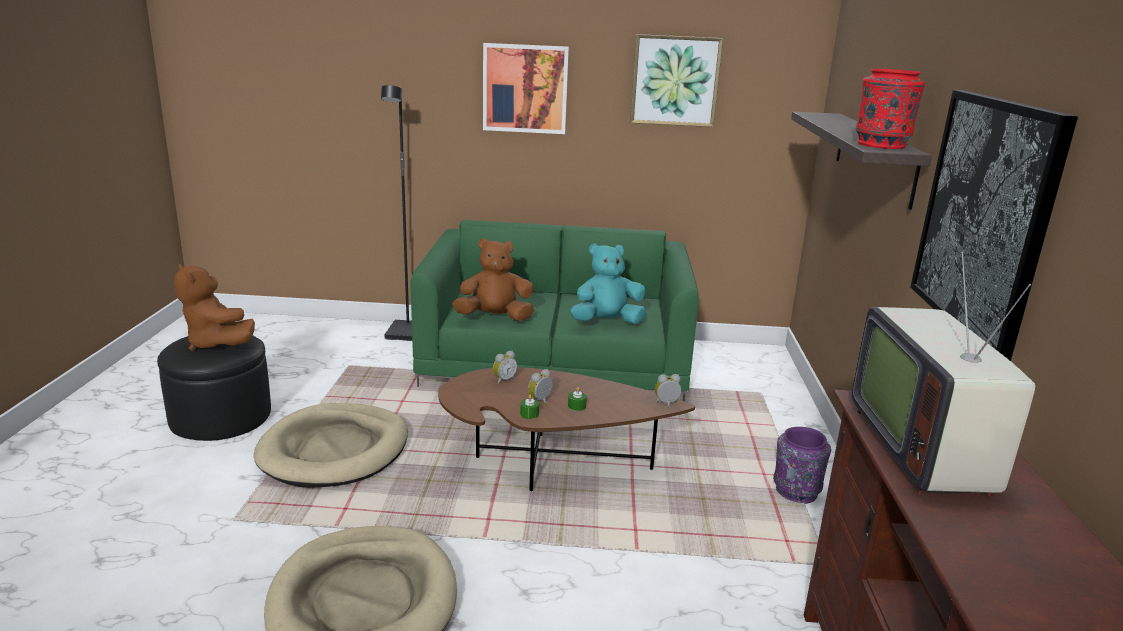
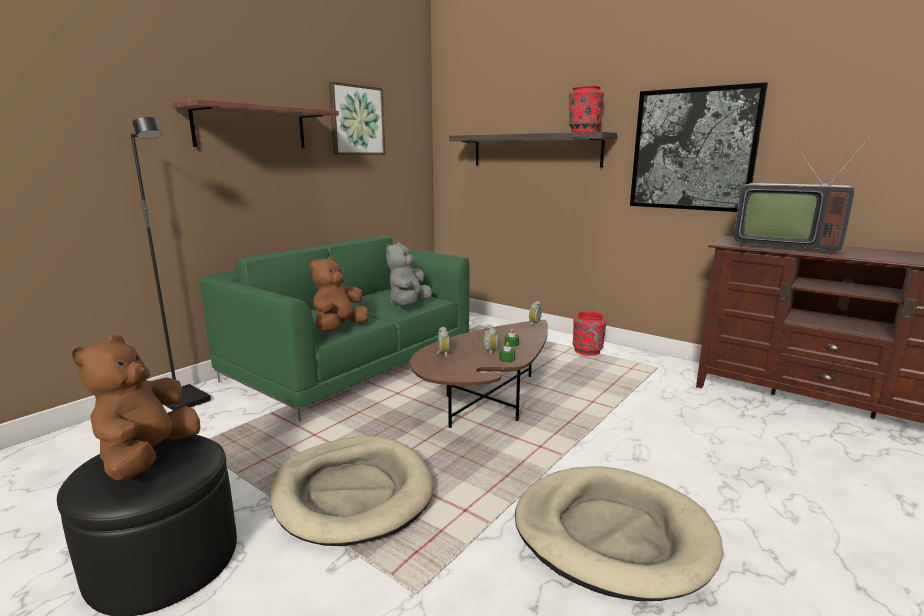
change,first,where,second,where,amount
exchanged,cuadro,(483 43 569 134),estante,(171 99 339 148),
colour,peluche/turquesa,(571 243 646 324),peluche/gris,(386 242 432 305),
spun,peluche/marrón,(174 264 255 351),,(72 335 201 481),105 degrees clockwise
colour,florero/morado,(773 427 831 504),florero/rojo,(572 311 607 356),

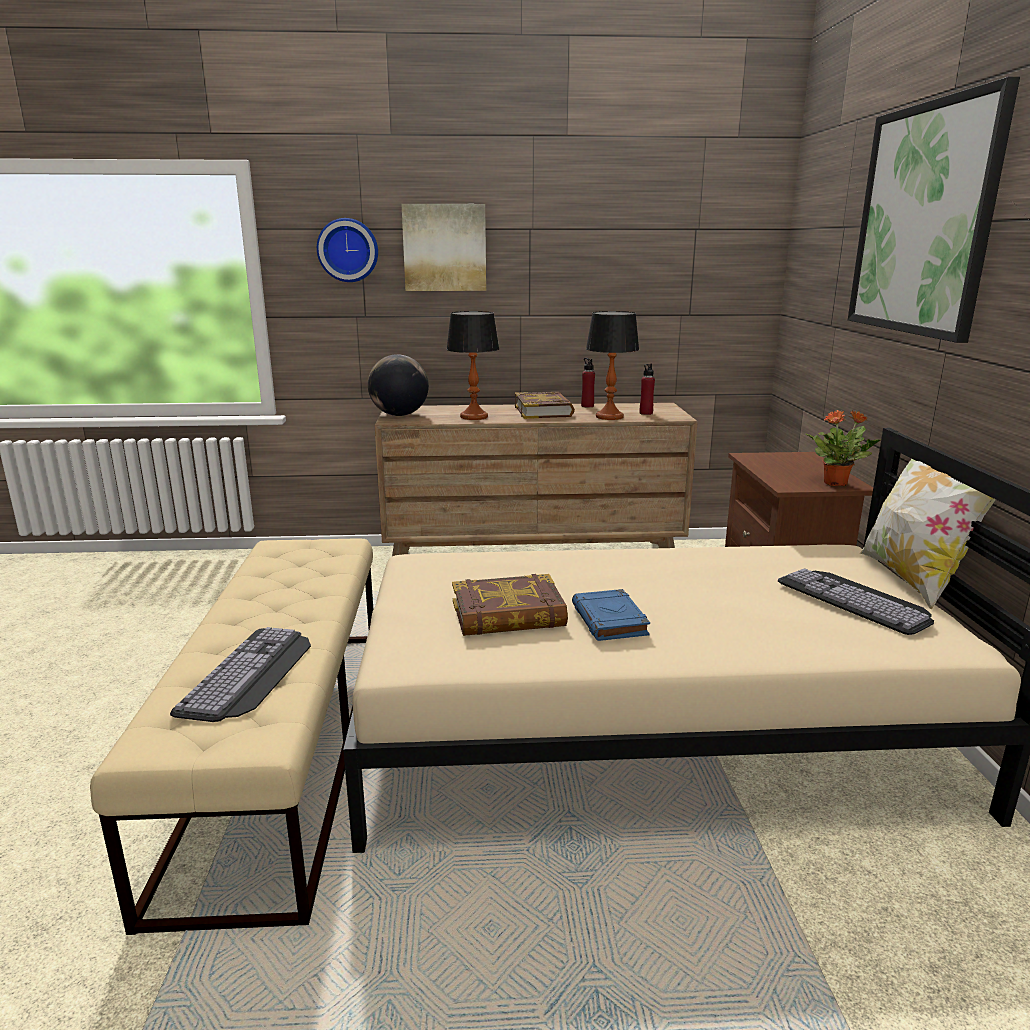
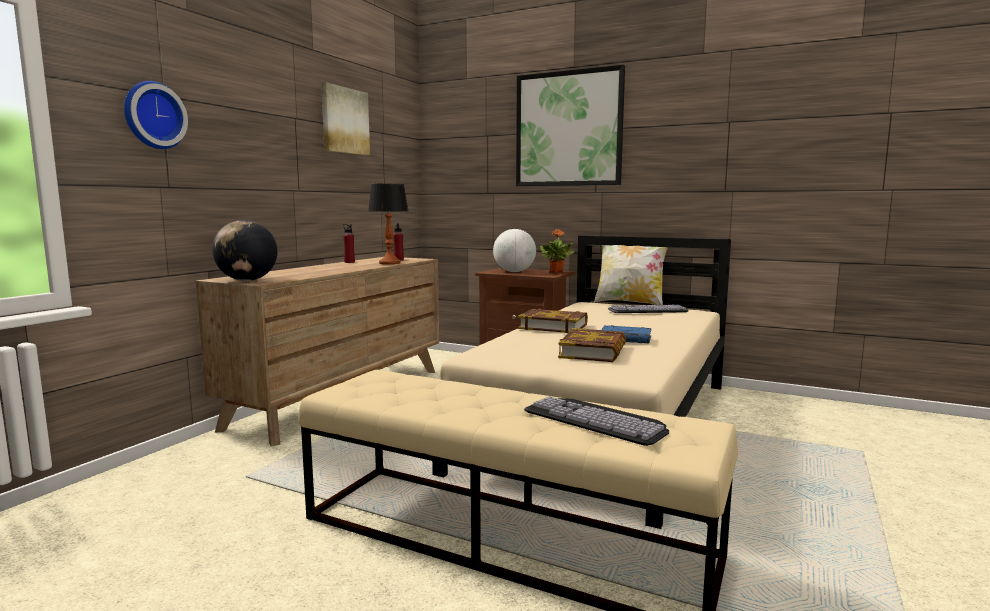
change,first,where,second,where,amount
relocated,cuadro,(401 204 486 291),,(321 82 370 155),
missing,lámpara de mesa,(446 311 499 420),,,
relocated,libro,(515 392 575 419),,(518 309 588 333),
appeared,,,globo terráqueo,(493 229 536 272),

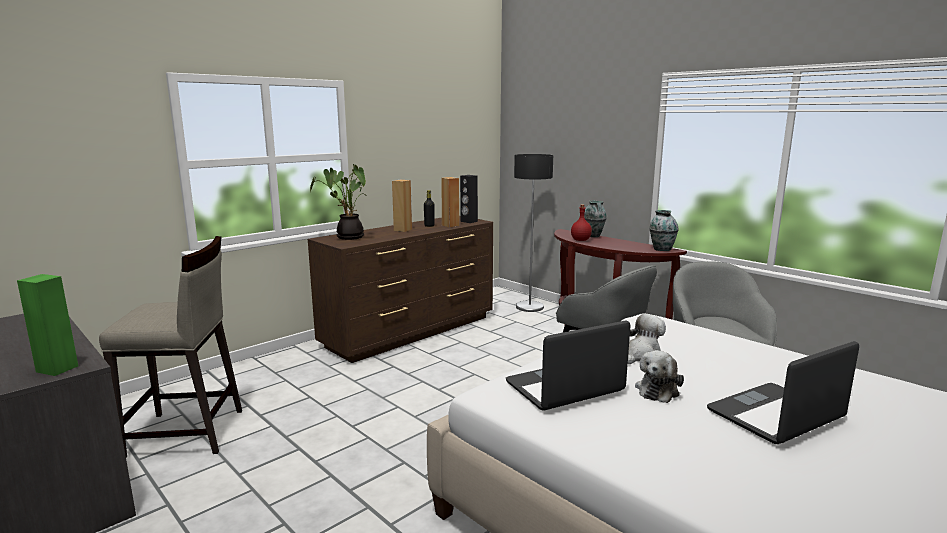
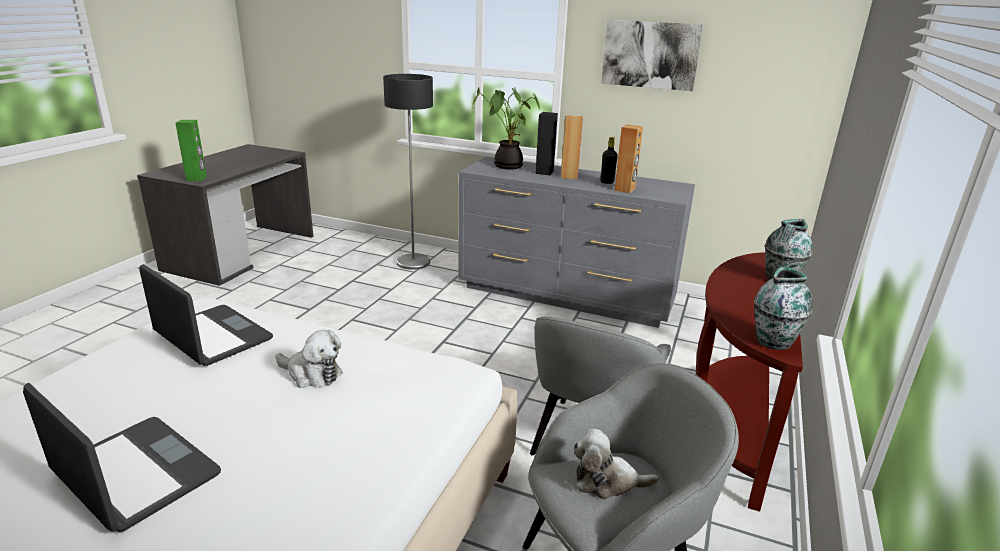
change,first,where,second,where,amount
relocated,lámpara de pie,(514 154 553 312),,(383 74 433 270),
relocated,altavoz/negro,(460 175 478 223),,(536 112 558 175),
missing,botella/rojo,(571 204 592 241),,,
colour,cómoda/marrón,(308 216 493 363),cómoda/gris,(458 157 695 328),
missing,taburete/beis,(99 236 242 458),,,
relocated,peluche,(635 350 684 403),,(573 429 659 500),
appeared,,,cuadro,(601 20 703 91),

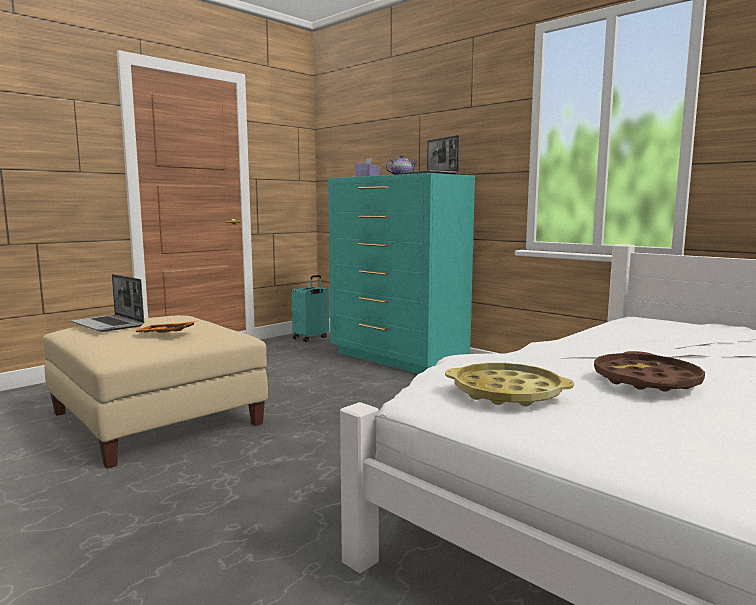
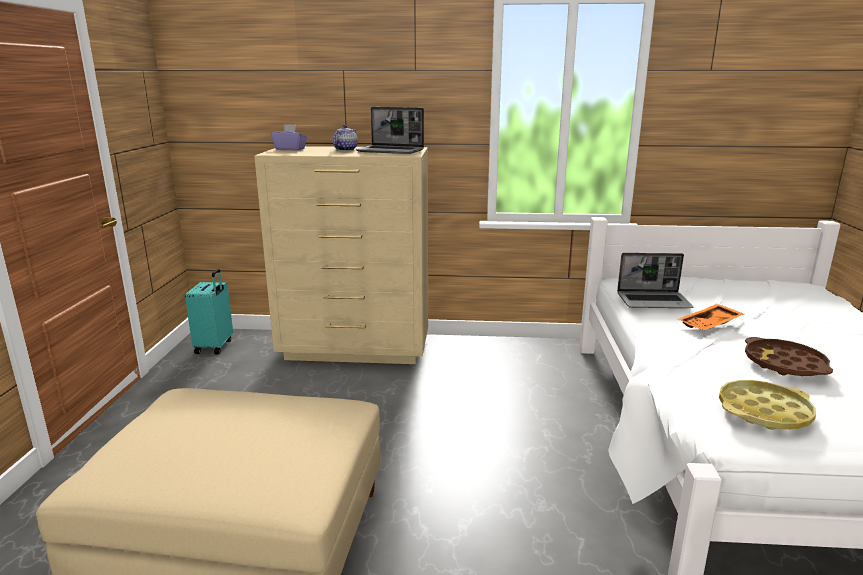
change,first,where,second,where,amount
colour,cómoda/turquesa,(328 173 475 374),cómoda/beis,(254 146 428 364),
relocated,portátil,(71 274 144 332),,(617 253 694 308),
relocated,bandeja/naranja,(132 321 197 333),,(678 304 744 330),

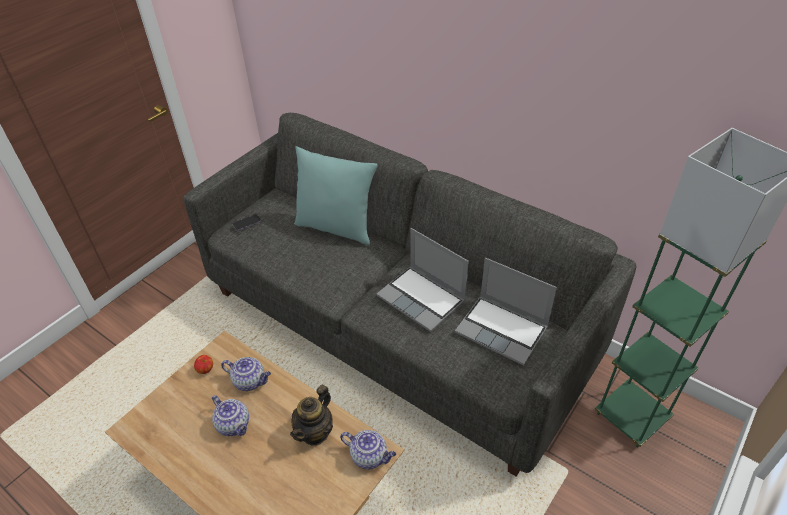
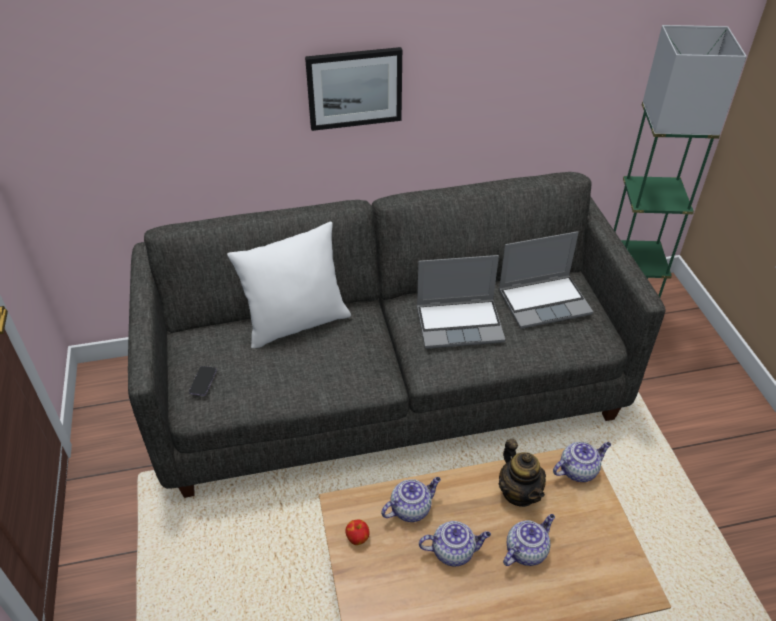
change,first,where,second,where,amount
colour,cojín/turquesa,(294 146 378 245),cojín/blanco,(227 222 351 348),
appeared,,,cuadro,(305 47 402 131),
appeared,,,tetera,(503 514 555 566),

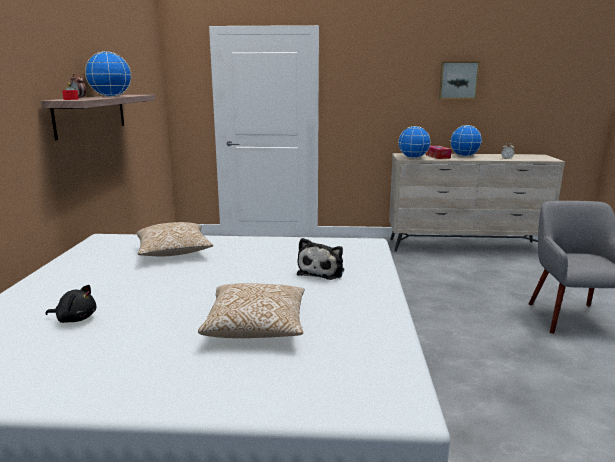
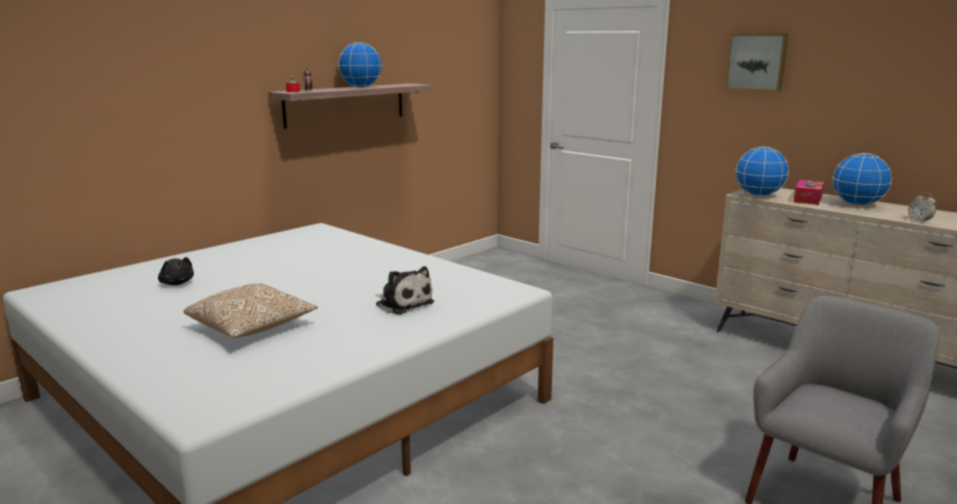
change,first,where,second,where,amount
relocated,cuadro,(439 61 480 99),,(725 33 788 92),
missing,cojín,(136 222 213 256),,,
spun,peluche,(297 238 344 280),,(376 266 434 315),105 degrees counterclockwise

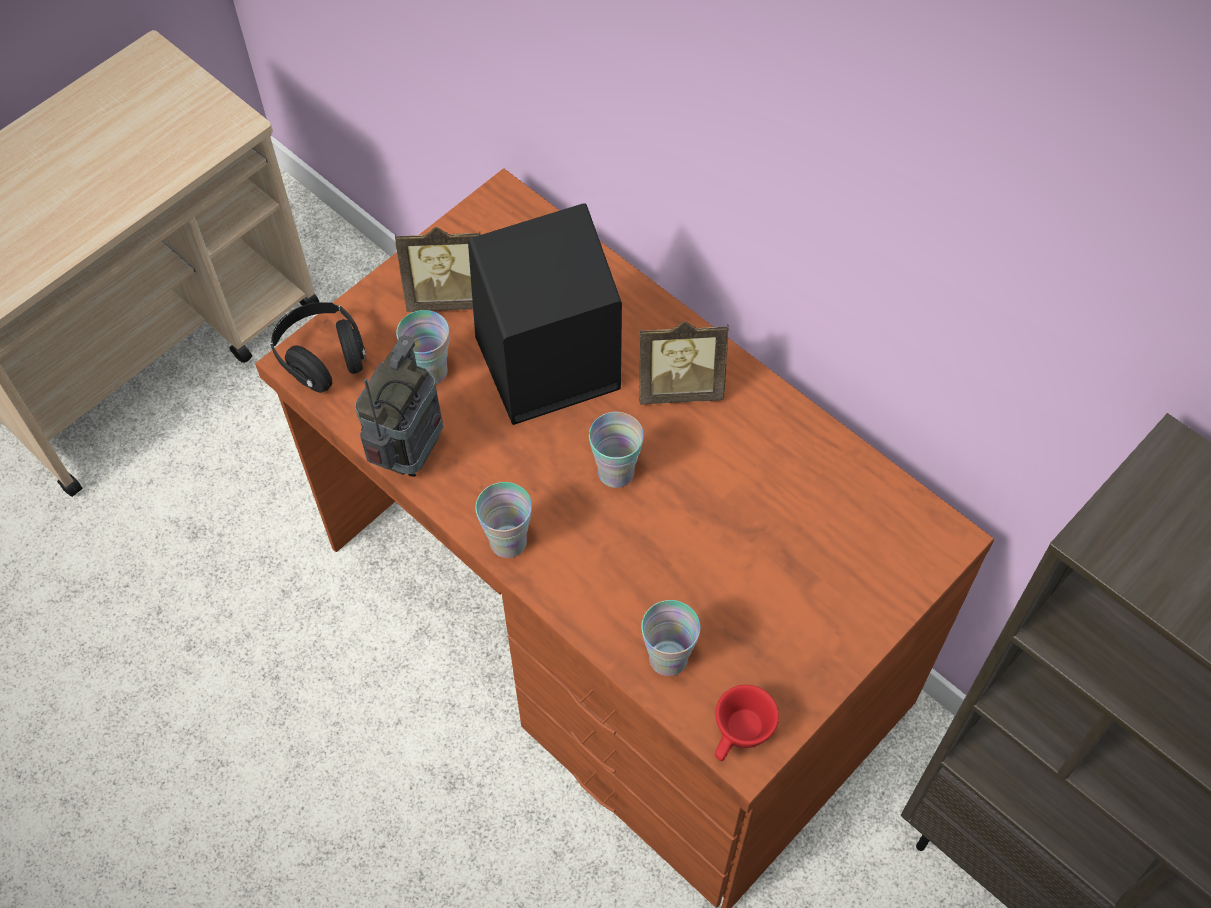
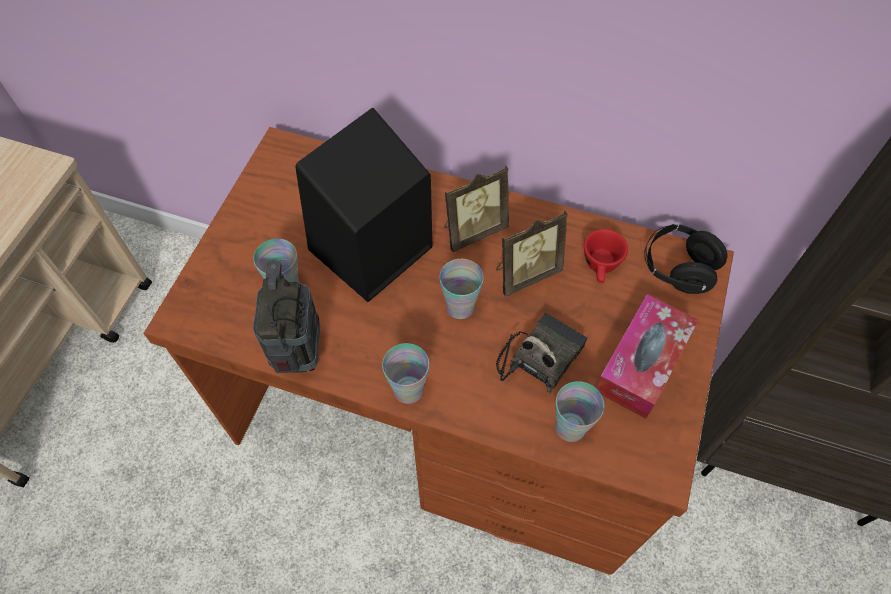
change,first,where,second,where,amount
relocated,portarretratos,(395 227 480 312),,(496 211 567 297),
relocated,auriculares/negro,(270 302 366 393),,(644 224 728 294),
relocated,taza/rojo,(715 685 779 761),,(584 229 628 283),
appeared,,,caja de pañuelos,(596 294 698 419),
appeared,,,radio,(496 313 587 393),

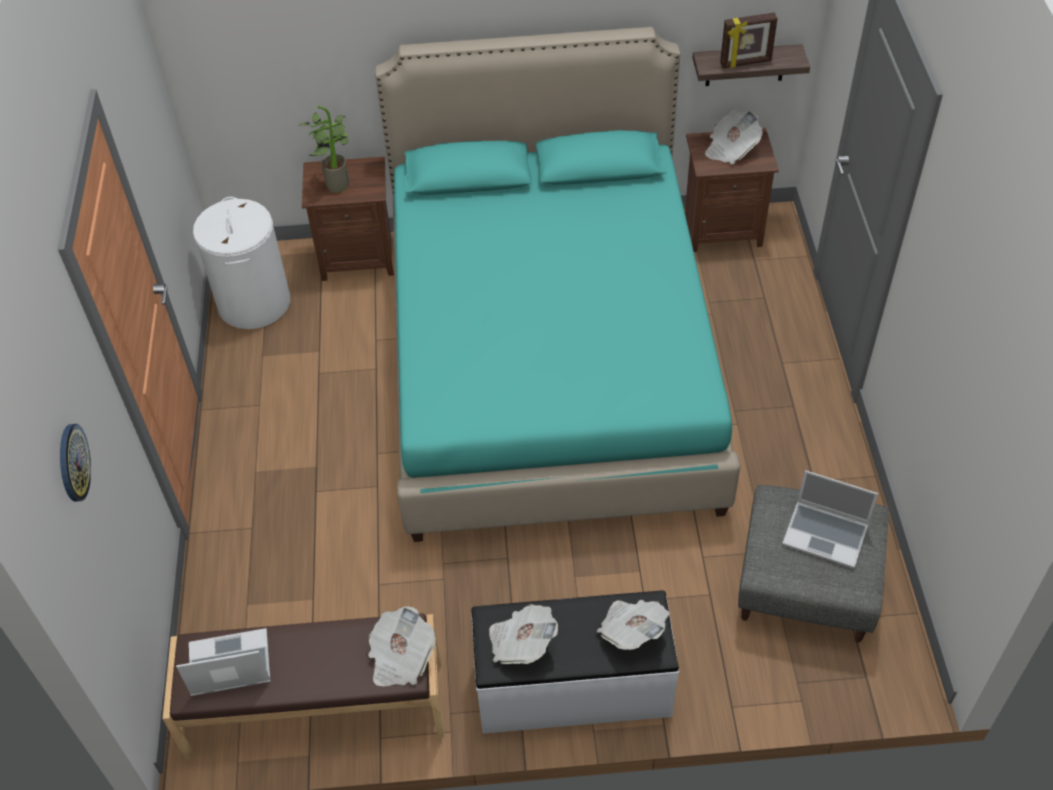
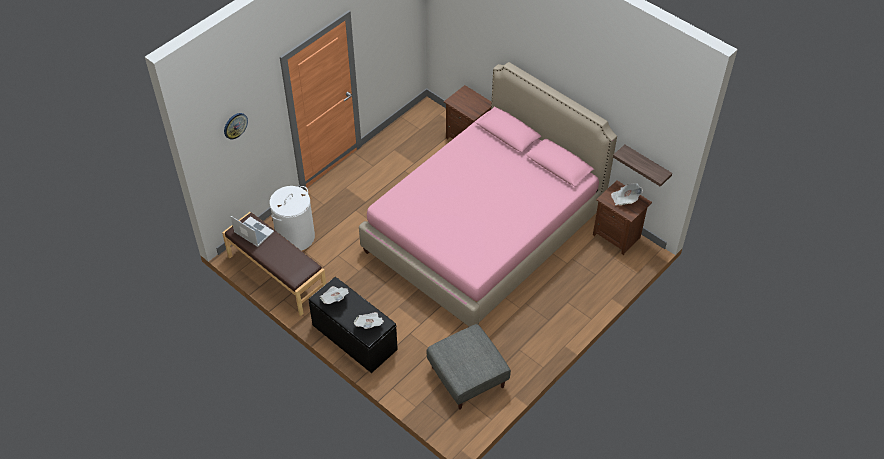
change,first,where,second,where,amount
missing,portarretratos,(720 12 777 68),,,
colour,cama/turquesa,(375 27 741 542),cama/rosa,(359 62 617 327),
missing,planta en maceta,(297 106 349 193),,,
relocated,cesto de la ropa/blanco,(193 197 290 329),,(269 186 315 251),
missing,portátil,(782 470 878 568),,,
colour,banco/blanco,(471 591 679 734),banco/negro,(308 277 398 373),
missing,periódico,(368 606 436 686),,,

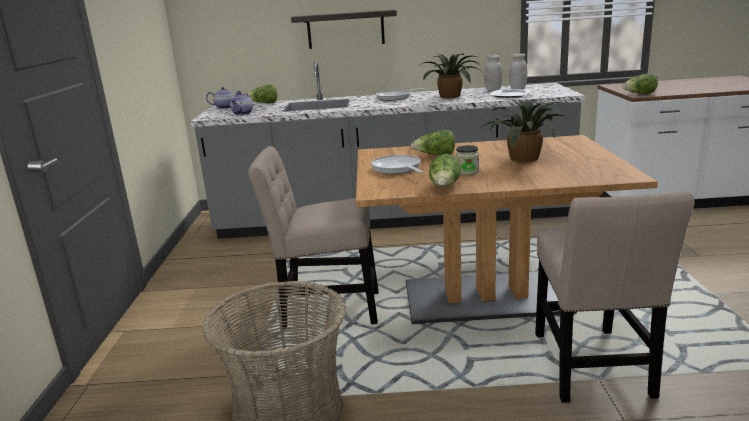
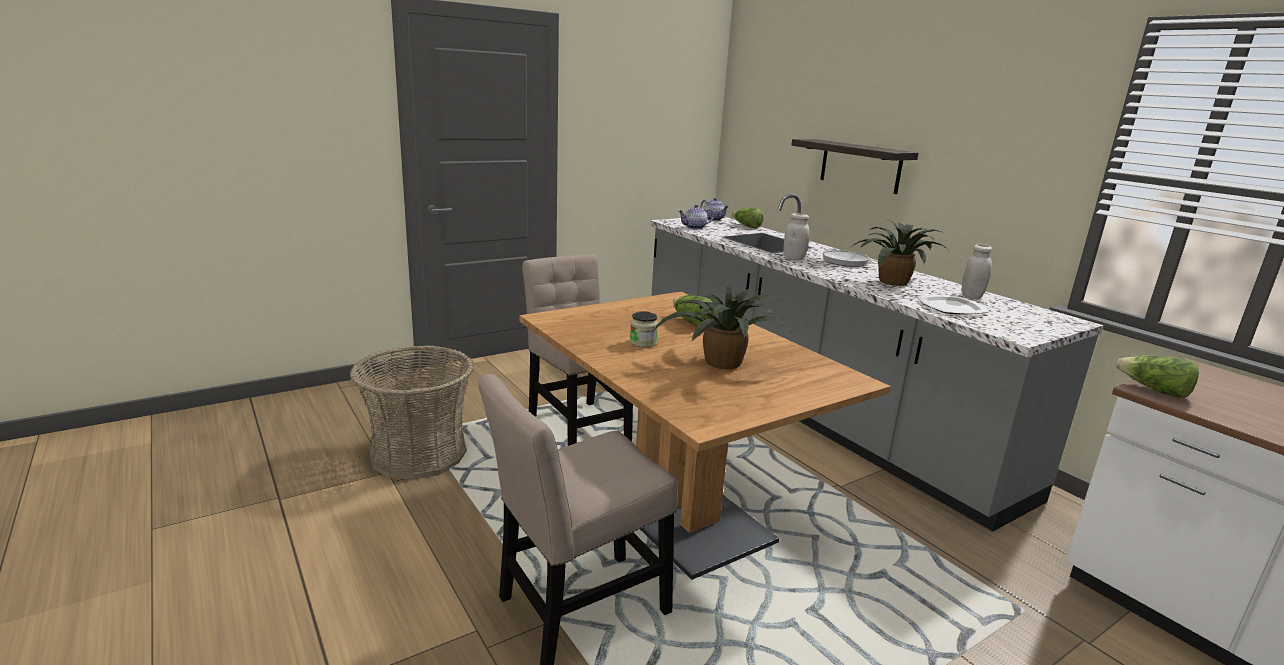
change,first,where,second,where,amount
relocated,tarro/blanco,(509 53 527 90),,(783 213 809 261),
missing,lechuga,(429 154 461 187),,,
missing,sartén,(371 155 424 174),,,

